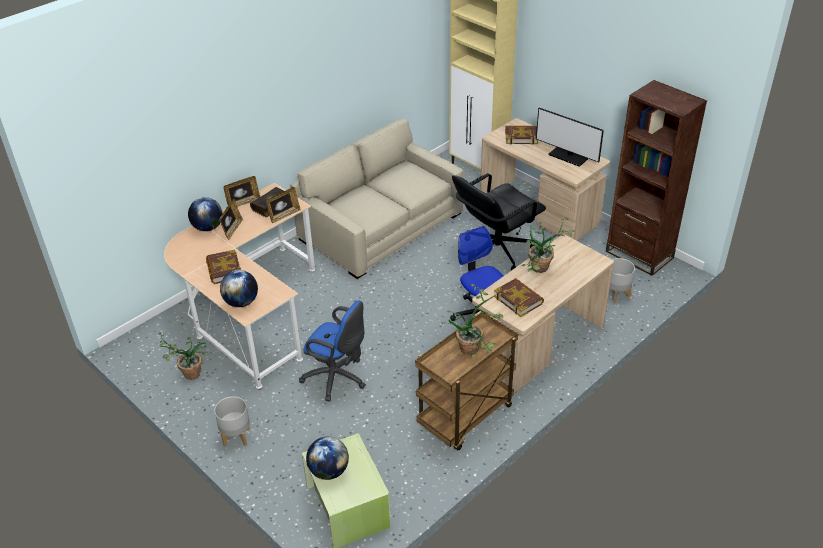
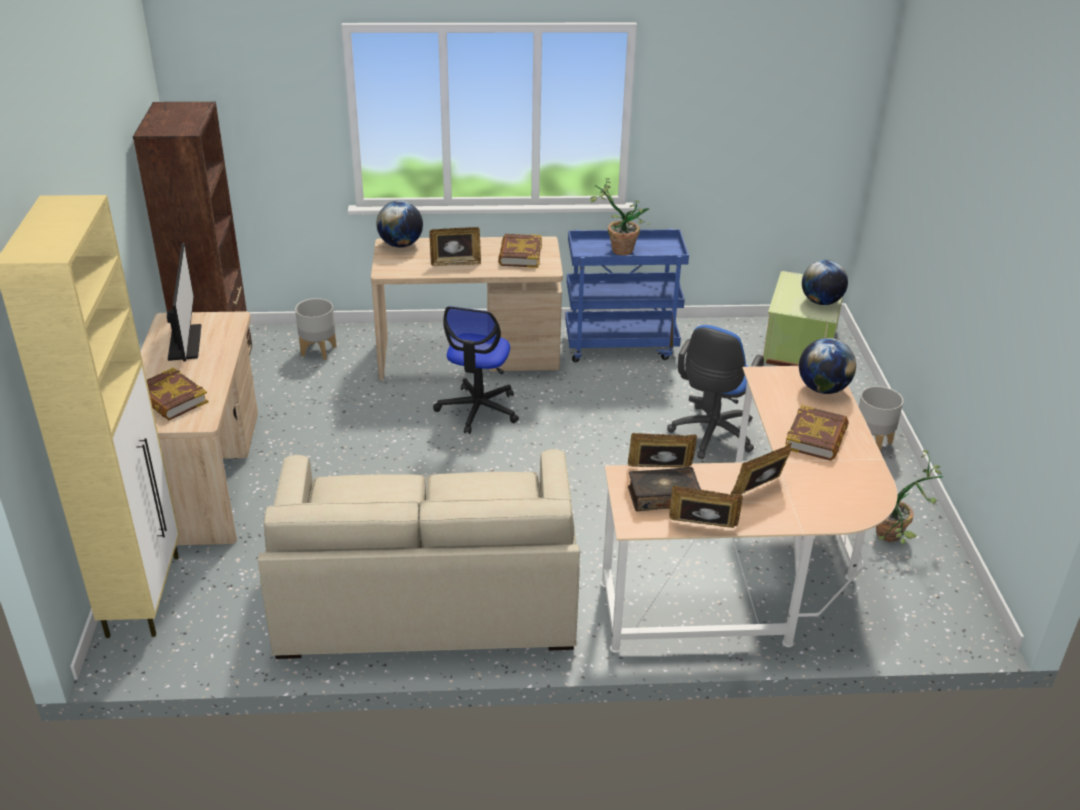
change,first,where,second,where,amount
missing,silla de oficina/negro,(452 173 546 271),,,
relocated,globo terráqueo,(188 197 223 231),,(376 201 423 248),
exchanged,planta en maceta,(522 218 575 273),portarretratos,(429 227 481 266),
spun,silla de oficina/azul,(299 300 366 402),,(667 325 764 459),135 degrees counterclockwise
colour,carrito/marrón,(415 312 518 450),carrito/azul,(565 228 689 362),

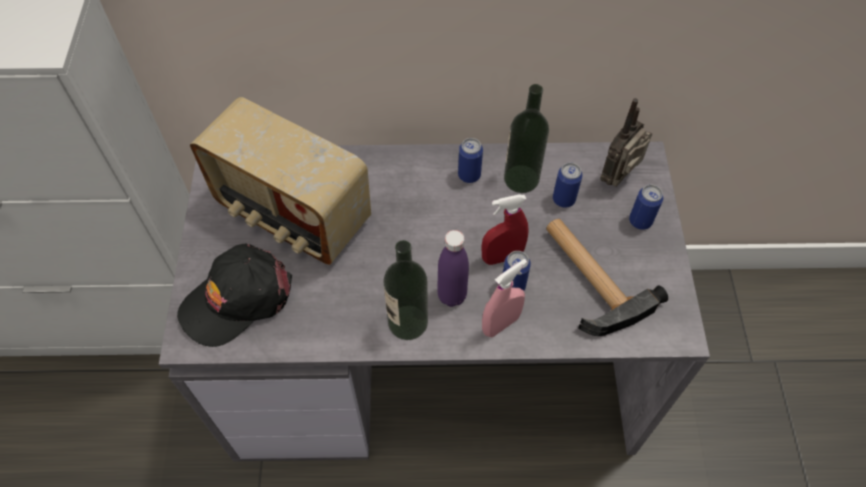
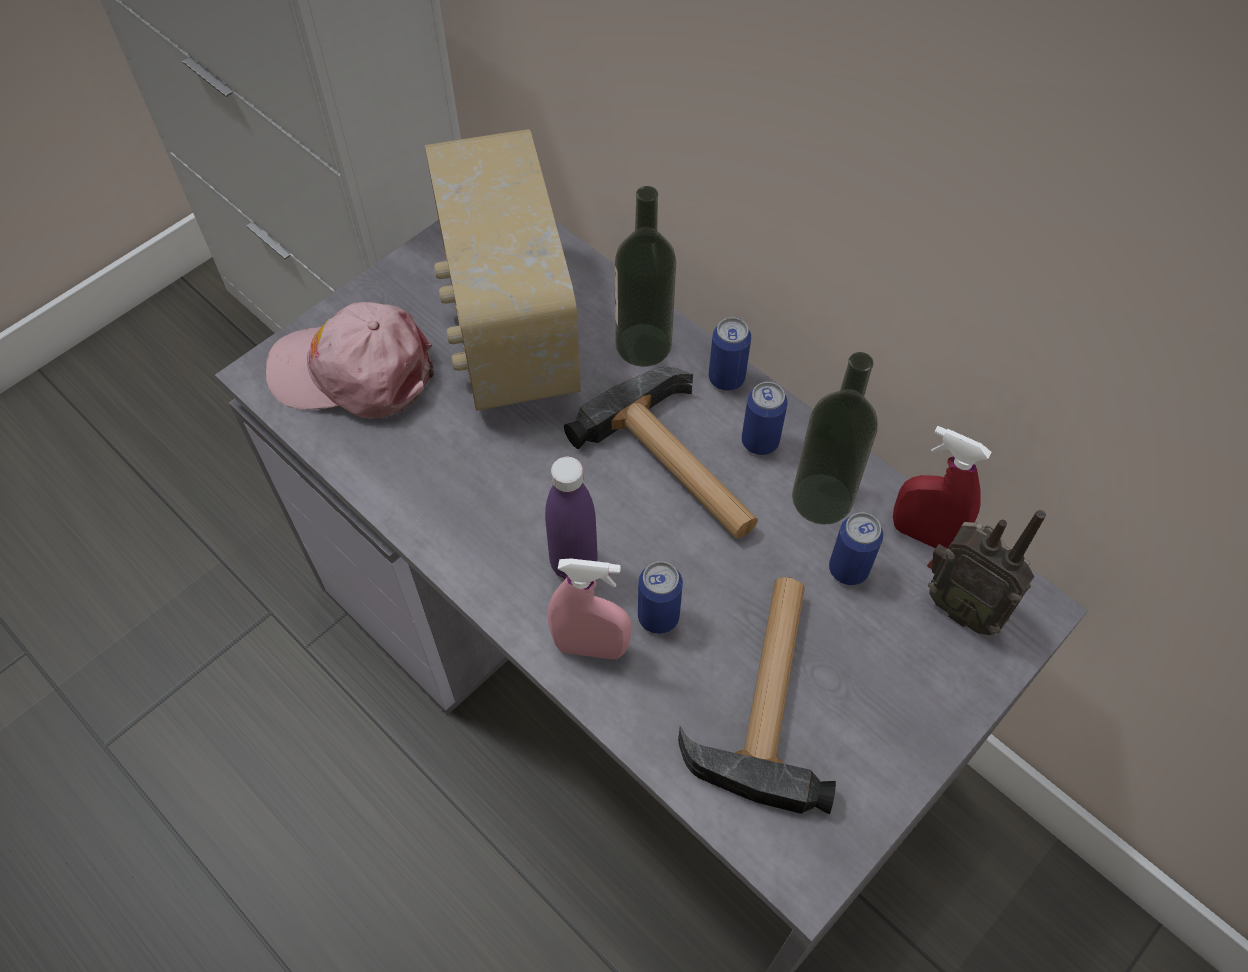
change,first,where,second,where,amount
spun,radio,(600 98 652 187),,(927 510 1046 635),135 degrees counterclockwise
relocated,lata,(629 184 663 230),,(709 317 751 391),
relocated,pulverizador/rojo,(482 195 529 265),,(893 426 991 548),
relocated,botella,(384 240 428 340),,(614 186 676 367),
colour,gorra/negro,(177 244 292 347),gorra/rosa,(266 302 435 419),
appeared,,,martillo,(564 367 758 539),

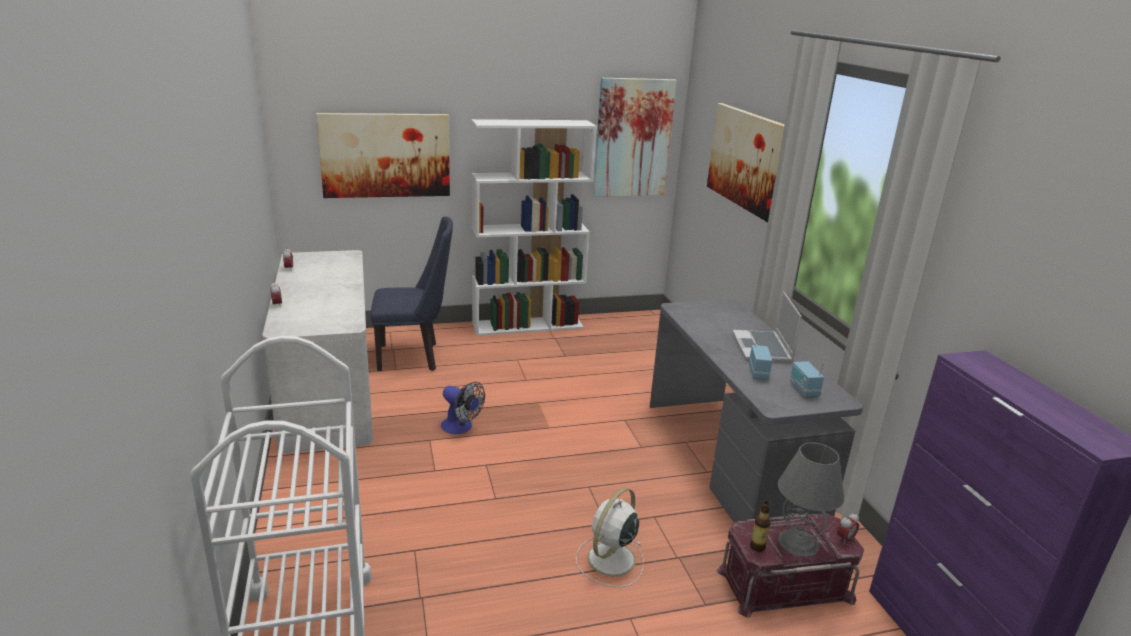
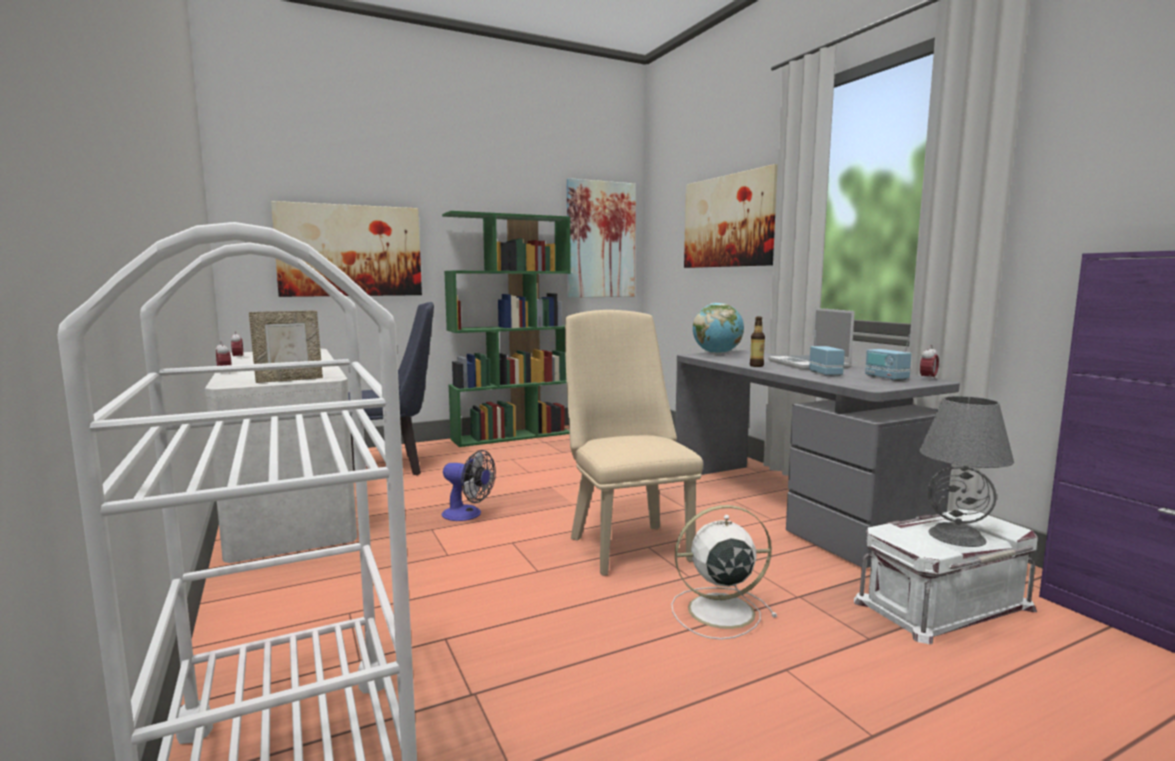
change,first,where,second,where,amount
colour,estantería/blanco,(472 119 597 336),estantería/verde,(442 211 571 447),
spun,ventilador/blanco,(576 488 644 587),,(671 505 777 640),60 degrees clockwise
relocated,botella,(750 501 771 552),,(750 317 765 367),
relocated,despertador,(837 512 859 545),,(920 345 939 381),
colour,caja de almacenaje/rojo,(717 514 864 618),caja de almacenaje/blanco,(854 509 1038 644),
appeared,,,globo terráqueo,(693 303 744 354),
appeared,,,silla/beis,(565 310 703 576),
appeared,,,portarretratos,(249 311 323 383),

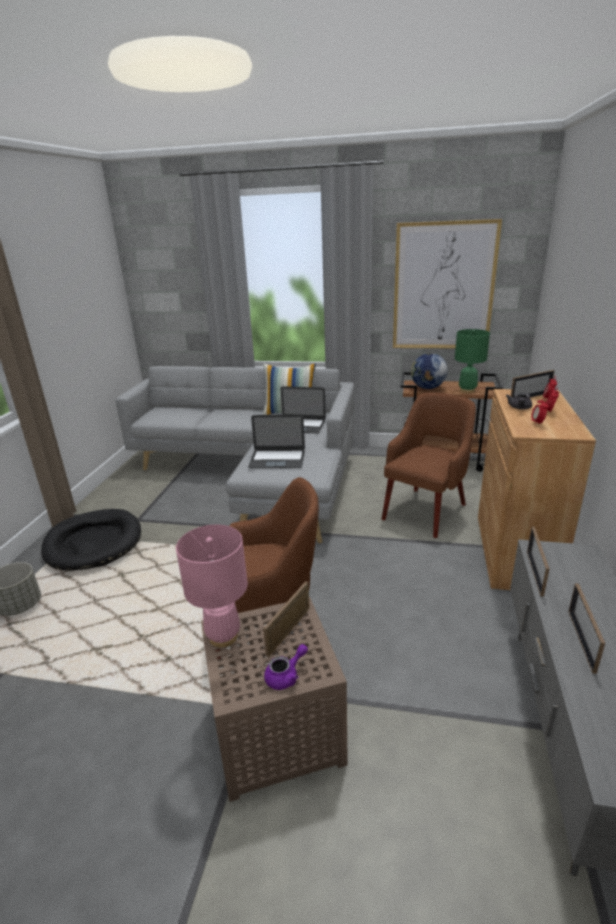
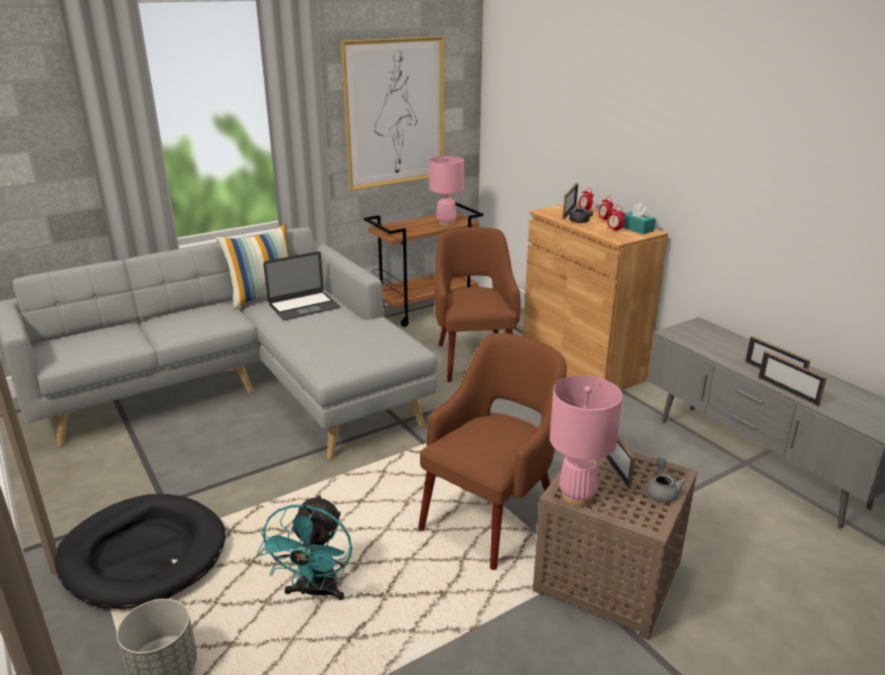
change,first,where,second,where,amount
colour,lámpara de mesa/verde,(455 329 490 393),lámpara de mesa/rosa,(429 156 464 226),
missing,globo terráqueo,(411 353 448 389),,,
missing,portátil,(248 415 305 468),,,
relocated,portarretratos,(527 527 549 597),,(758 351 827 406),
colour,tetera/morado,(264 644 308 690),tetera/gris,(646 457 687 502),
appeared,,,caja de pañuelos/turquesa,(622 203 656 234),
appeared,,,ventilador/turquesa,(257 494 352 600),

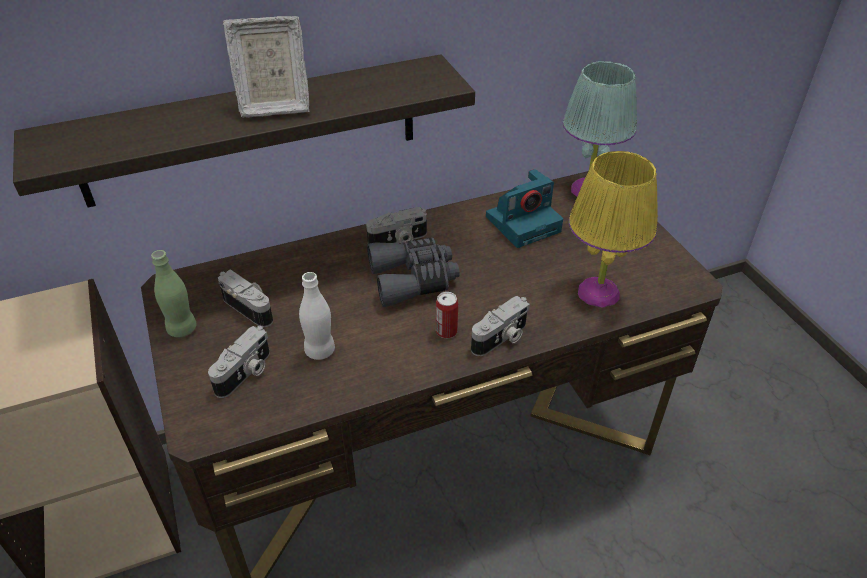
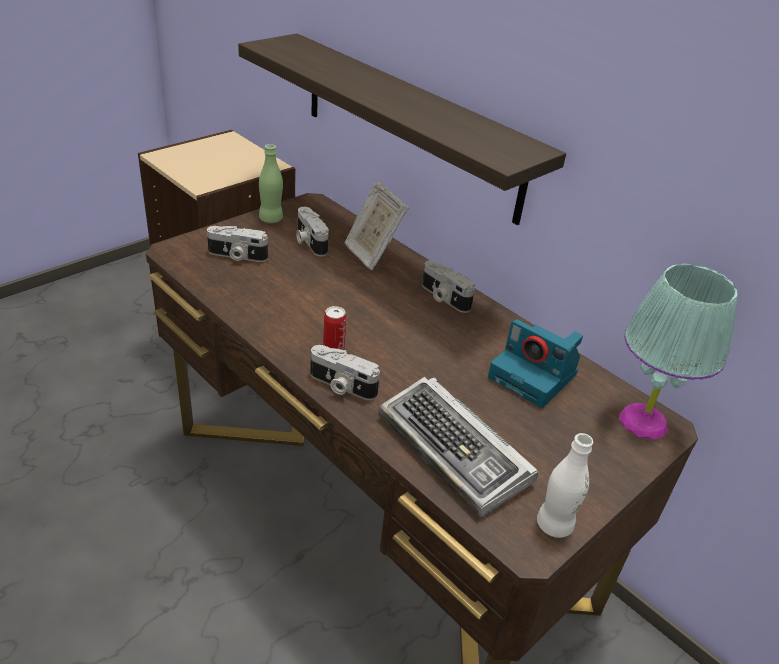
change,first,where,second,where,amount
relocated,portarretratos,(223 16 310 118),,(345 181 409 270),
exchanged,lámpara de mesa/amarillo,(569 151 658 308),teclado,(379 377 538 517),
missing,prismáticos/gris,(367 237 460 307),,,
spun,cámara,(218 269 273 327),,(296 207 329 256),135 degrees clockwise
relocated,botella/blanco,(299 272 335 360),,(537 433 593 538),

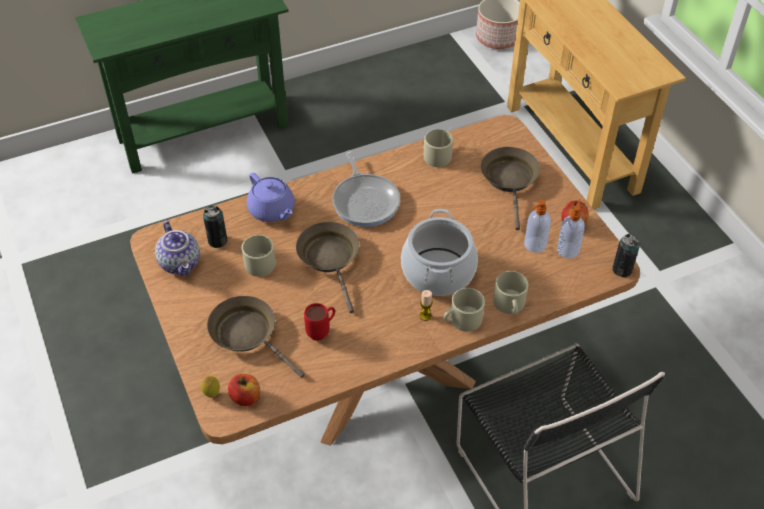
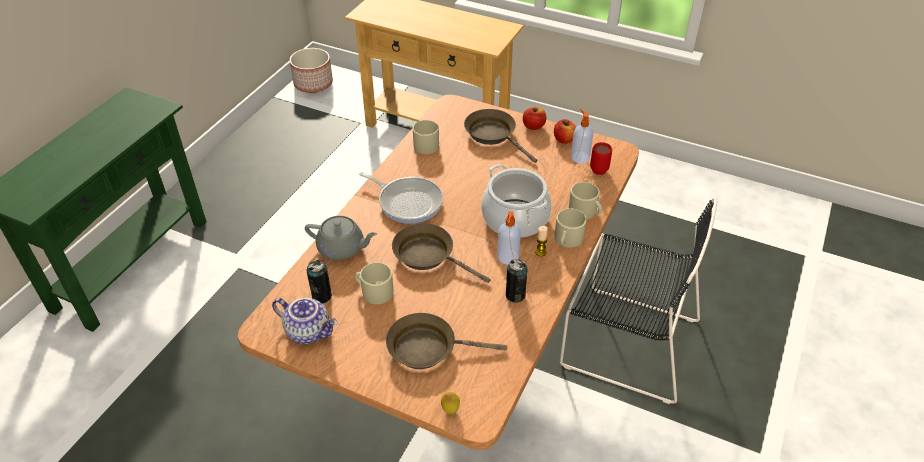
change,first,where,second,where,amount
colour,tetera/morado,(247 173 295 222),tetera/gris,(305 216 377 260),
relocated,dispensador de jabón,(524 200 551 253),,(497 211 521 265),
relocated,lata,(613 234 640 277),,(506 259 528 303),
relocated,taza grande/rojo,(304 303 335 341),,(590 142 612 175),
relocated,manzana,(228 374 260 406),,(523 107 546 130),

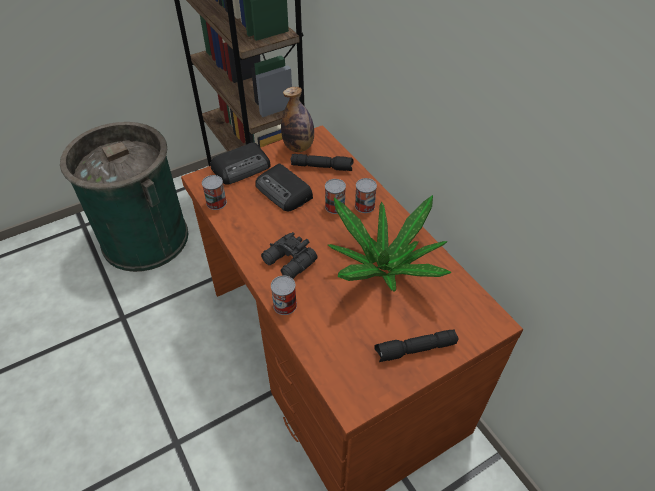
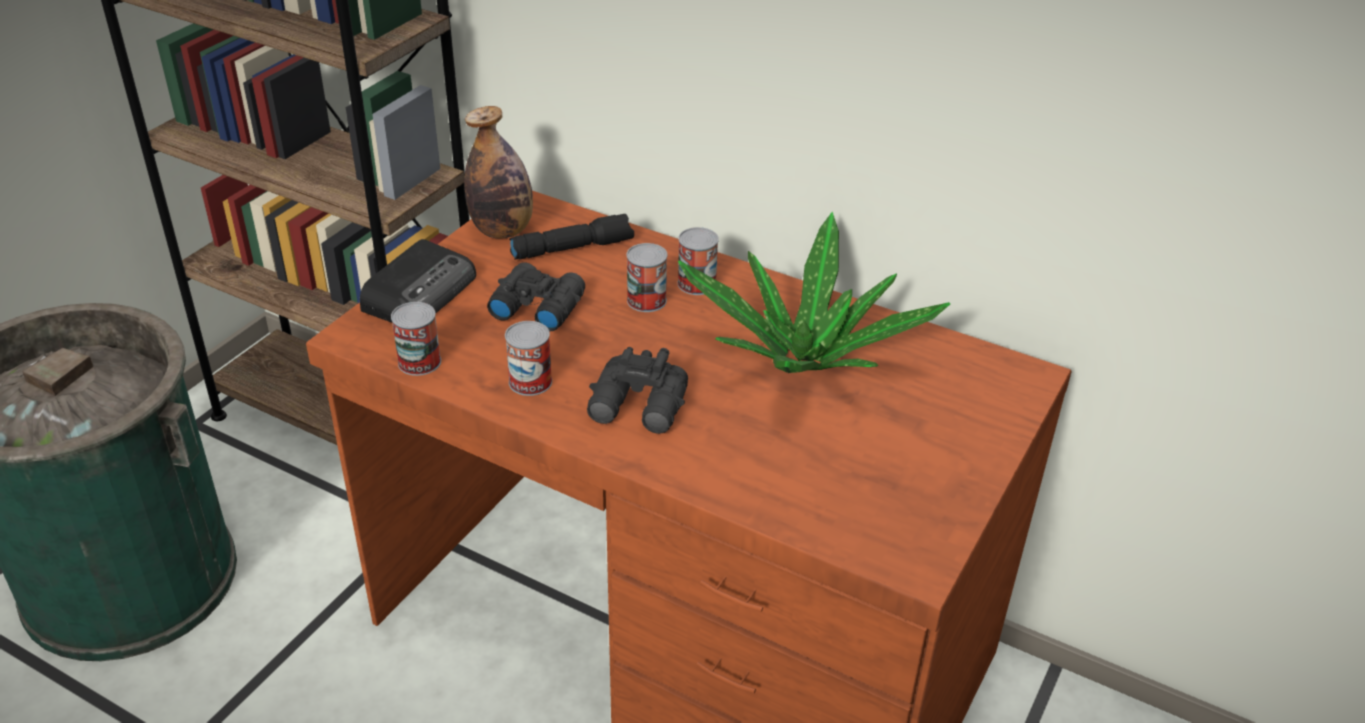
change,first,where,second,where,amount
exchanged,radio,(255 163 313 211),prismáticos/negro,(487 262 585 331),
relocated,lata,(271 276 297 315),,(505 321 552 396),
missing,linterna/negro,(374 329 458 362),,,

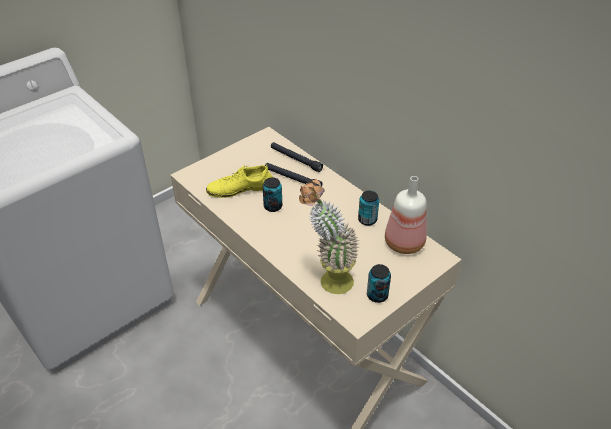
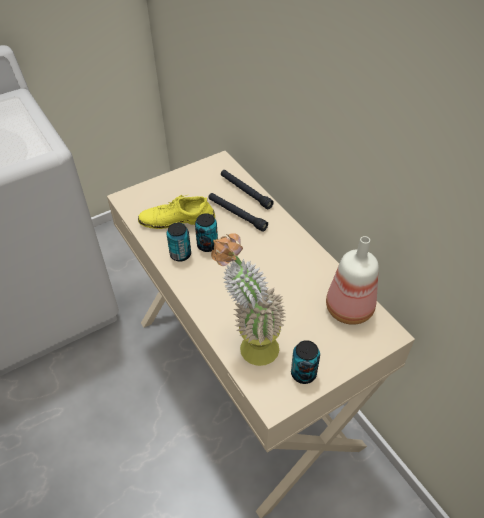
change,first,where,second,where,amount
relocated,lata,(358 190 379 226),,(166 223 191 262),

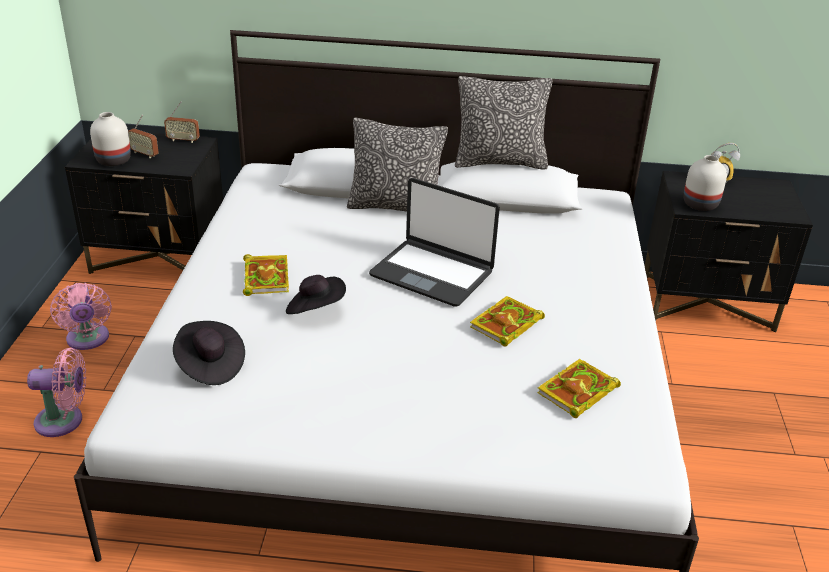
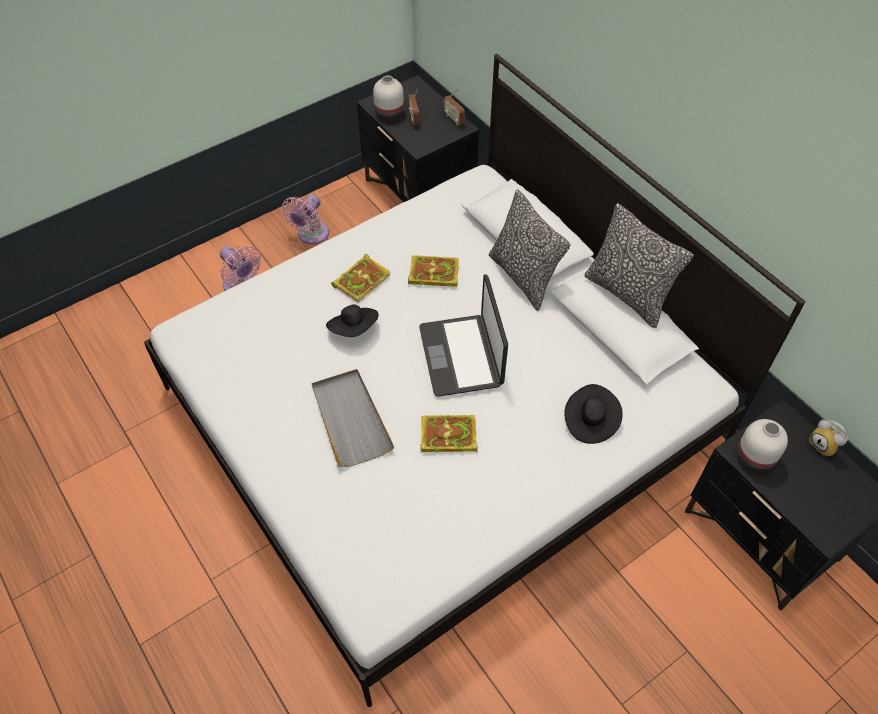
change,first,where,second,where,amount
relocated,sombrero/negro,(173 321 245 385),,(564 384 623 444),
relocated,libro,(537 359 621 418),,(408 255 459 287),
appeared,,,bandeja/gris,(312 369 394 467),

